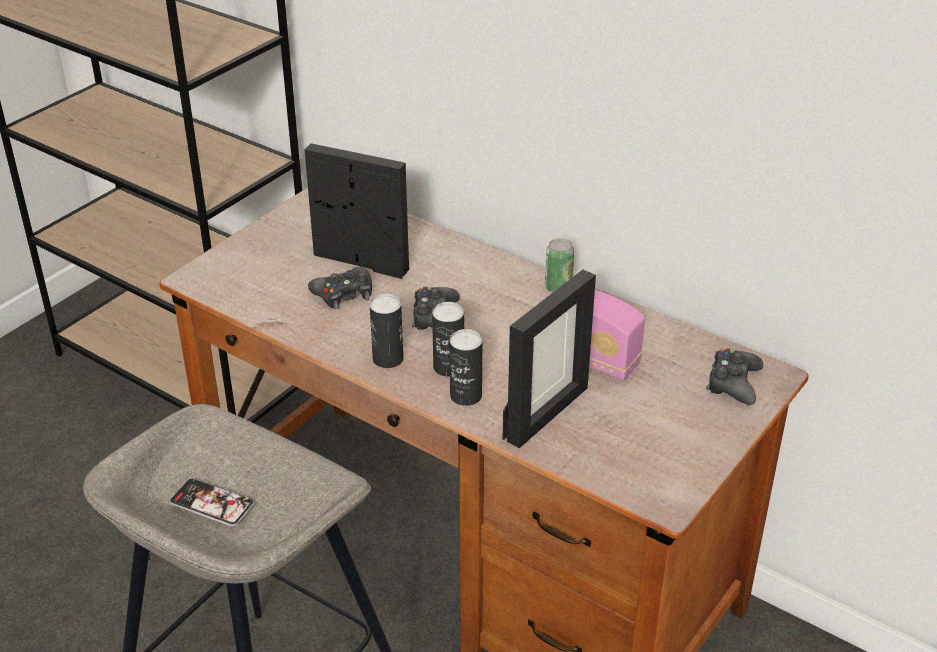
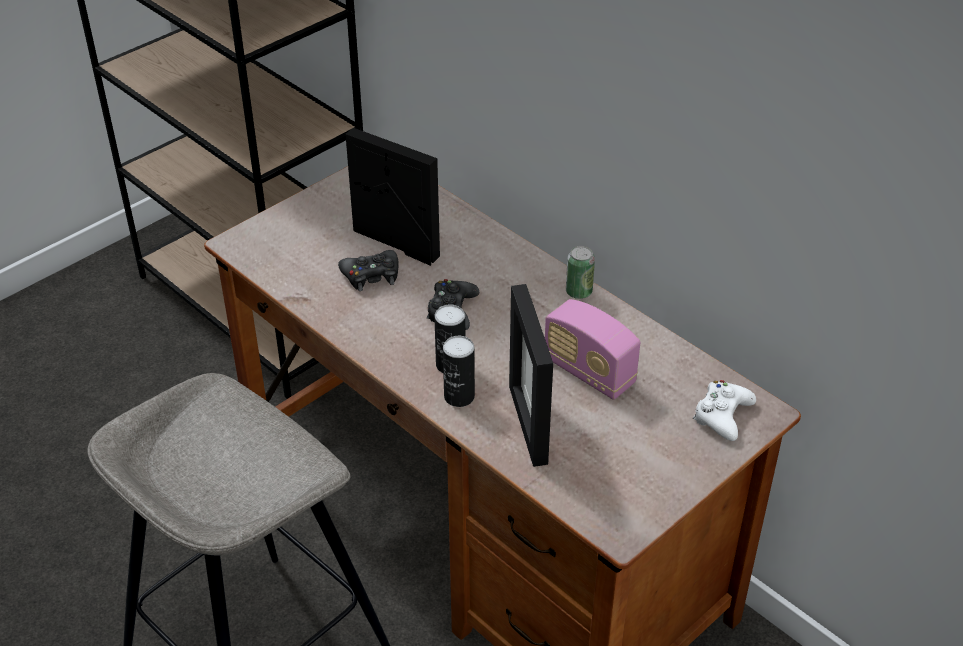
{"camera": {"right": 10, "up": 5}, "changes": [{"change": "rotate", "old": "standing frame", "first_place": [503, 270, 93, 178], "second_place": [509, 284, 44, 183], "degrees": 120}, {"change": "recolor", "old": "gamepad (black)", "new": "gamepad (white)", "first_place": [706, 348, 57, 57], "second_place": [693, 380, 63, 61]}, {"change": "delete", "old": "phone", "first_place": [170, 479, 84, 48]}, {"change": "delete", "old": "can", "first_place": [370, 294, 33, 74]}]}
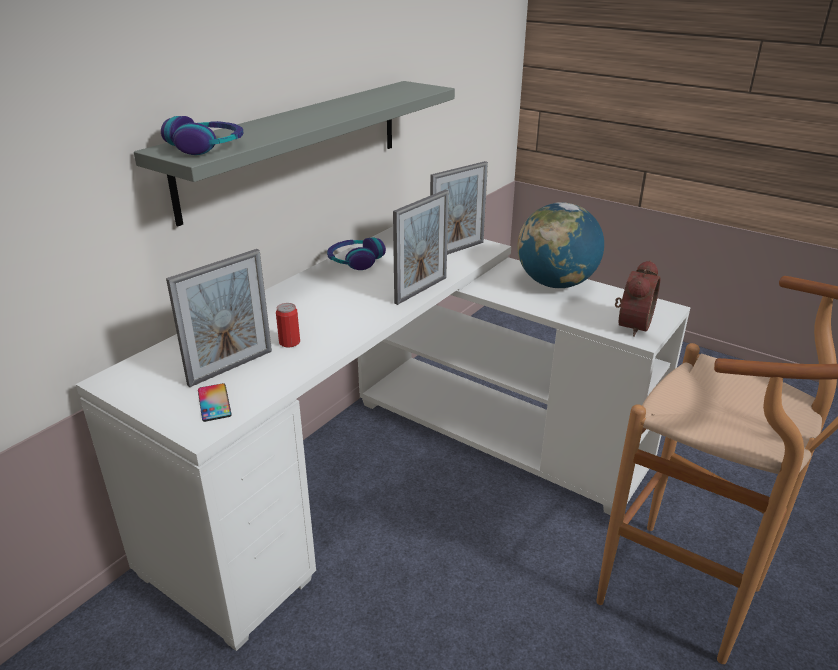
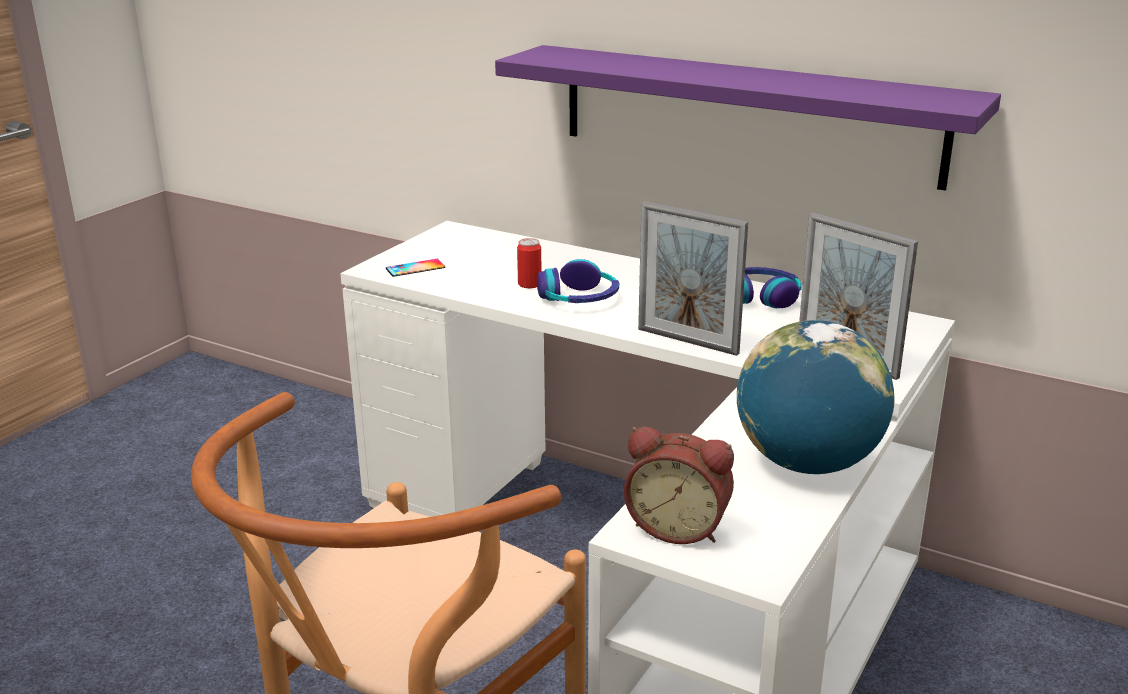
{"camera": {"right": 85, "up": -5}, "changes": [{"change": "recolor", "old": "bracket shelf (gray)", "new": "bracket shelf (purplish)", "first_place": [134, 81, 321, 145], "second_place": [495, 45, 506, 146]}, {"change": "move", "old": "headphones", "first_place": [161, 116, 83, 39], "second_place": [537, 259, 82, 44]}, {"change": "delete", "old": "standing frame", "first_place": [166, 249, 106, 138]}]}
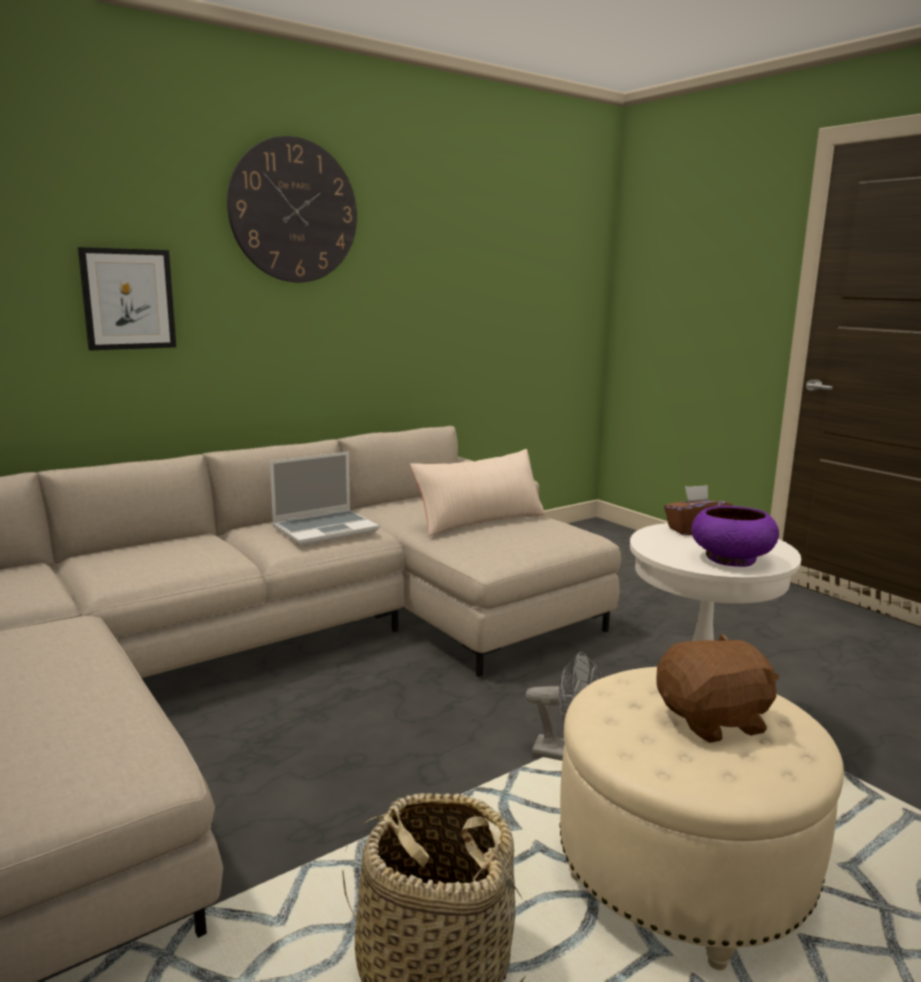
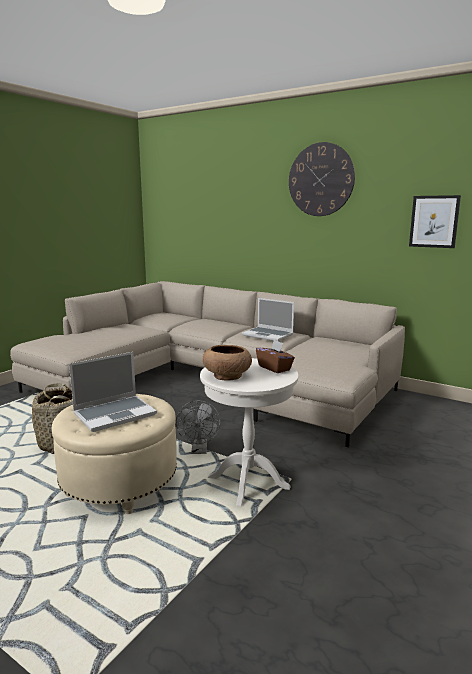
{"camera": {"right": 70, "up": 0}, "changes": [{"change": "replace", "old": "soft toy (brownish)", "new": "laptop", "first_place": [656, 634, 123, 109], "second_place": [69, 352, 88, 80]}, {"change": "recolor", "old": "serving bowl (purplish)", "new": "serving bowl (brownish)", "first_place": [691, 506, 88, 61], "second_place": [203, 345, 49, 36]}, {"change": "move", "old": "wall art", "first_place": [78, 247, 98, 103], "second_place": [409, 195, 52, 53]}, {"change": "delete", "old": "throw pillow (sand-coloured)", "first_place": [410, 449, 135, 87]}]}
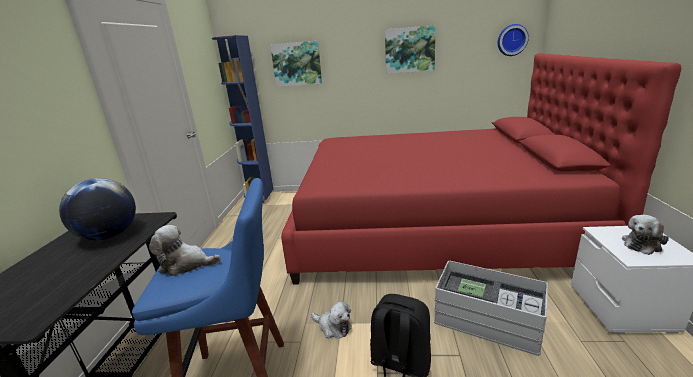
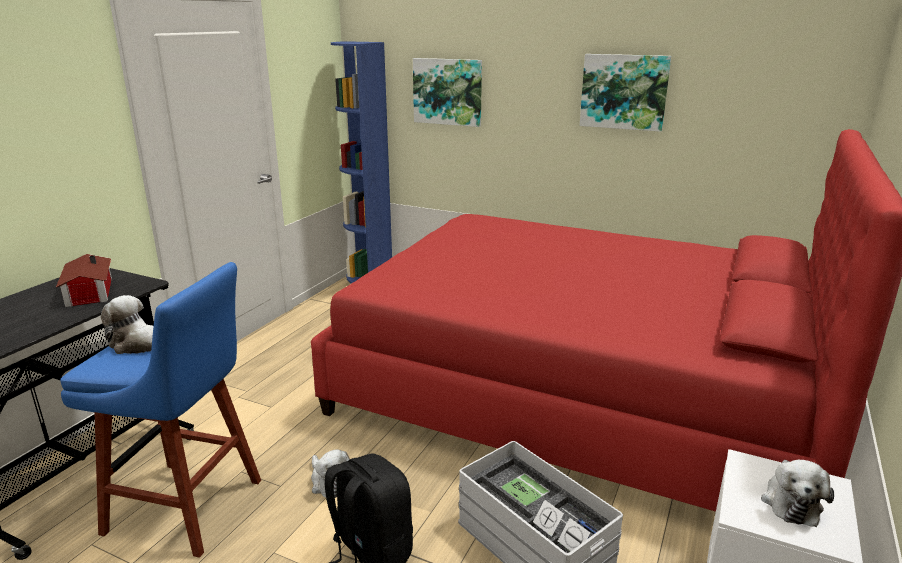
{"camera": {"right": 20, "up": 0}, "changes": [{"change": "replace", "old": "world globe", "new": "model house", "first_place": [59, 178, 77, 62], "second_place": [56, 254, 56, 53]}, {"change": "rotate", "old": "soft toy", "first_place": [622, 215, 47, 40], "second_place": [761, 460, 73, 67], "degrees": -60}, {"change": "delete", "old": "hanging clock", "first_place": [498, 24, 31, 32]}]}
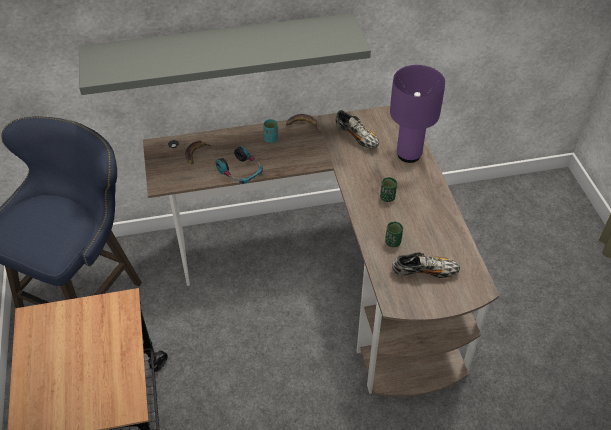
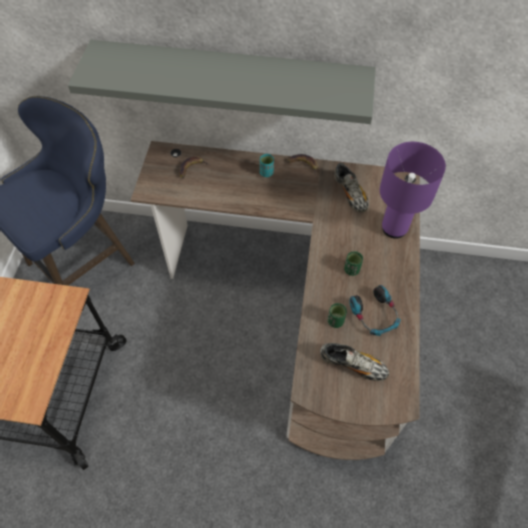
{"camera": {"right": 20, "up": 10}, "changes": [{"change": "move", "old": "headphones", "first_place": [216, 146, 47, 38], "second_place": [350, 285, 51, 51]}]}
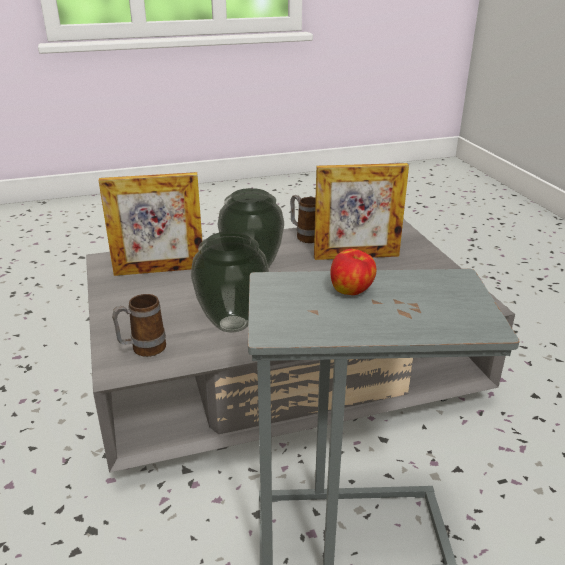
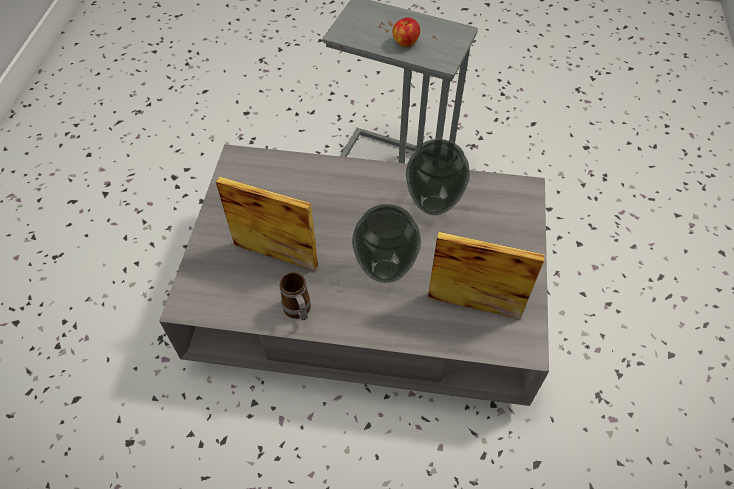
{"camera": {"right": -155, "up": 25}, "changes": [{"change": "delete", "old": "mug", "first_place": [112, 294, 54, 63]}]}
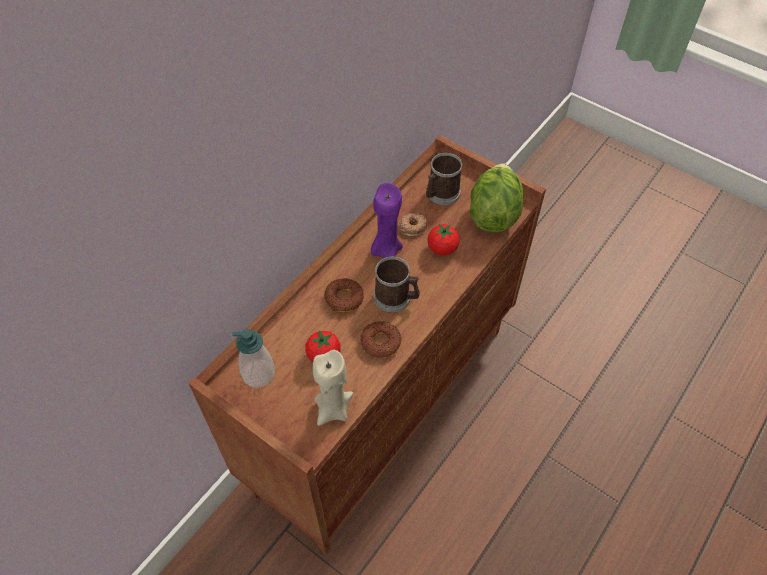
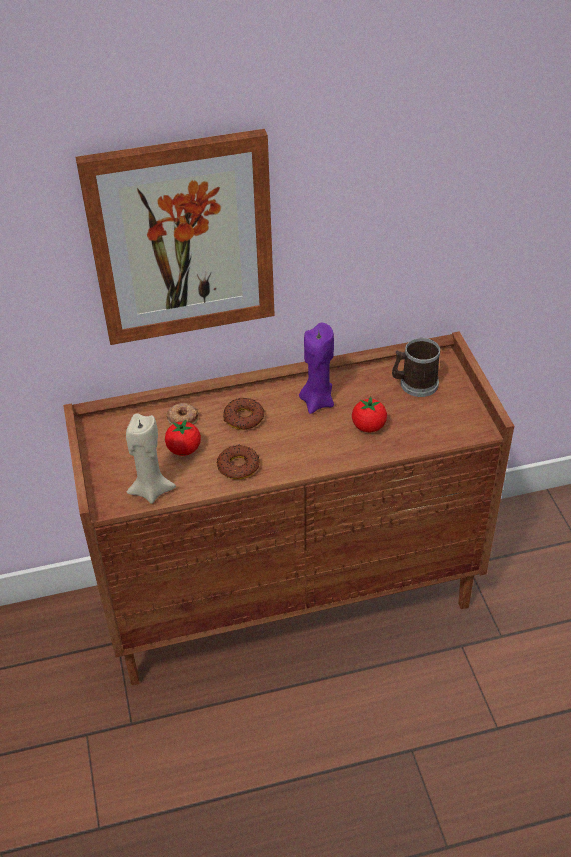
{"camera": {"right": 40, "up": -10}, "changes": [{"change": "insert", "new": "wall art", "second_place": [75, 129, 200, 216]}, {"change": "move", "old": "ring doughnut", "first_place": [399, 213, 28, 23], "second_place": [166, 403, 33, 22]}, {"change": "delete", "old": "soap dispenser", "first_place": [232, 329, 43, 59]}, {"change": "delete", "old": "mug", "first_place": [374, 257, 46, 56]}, {"change": "delete", "old": "lettuce", "first_place": [470, 163, 54, 70]}]}
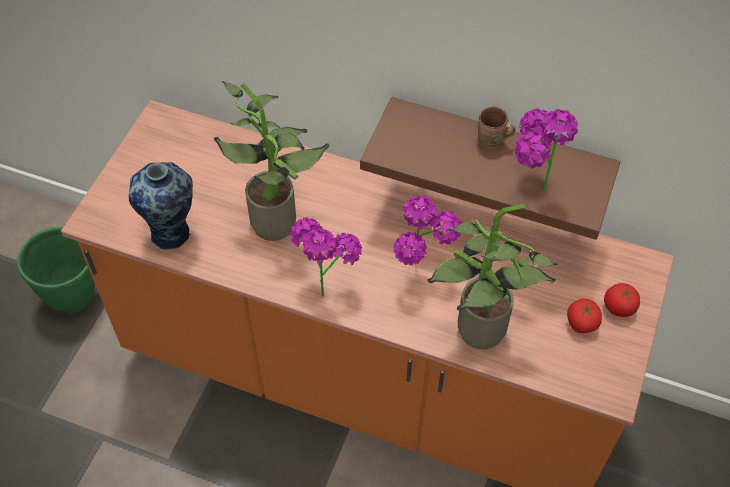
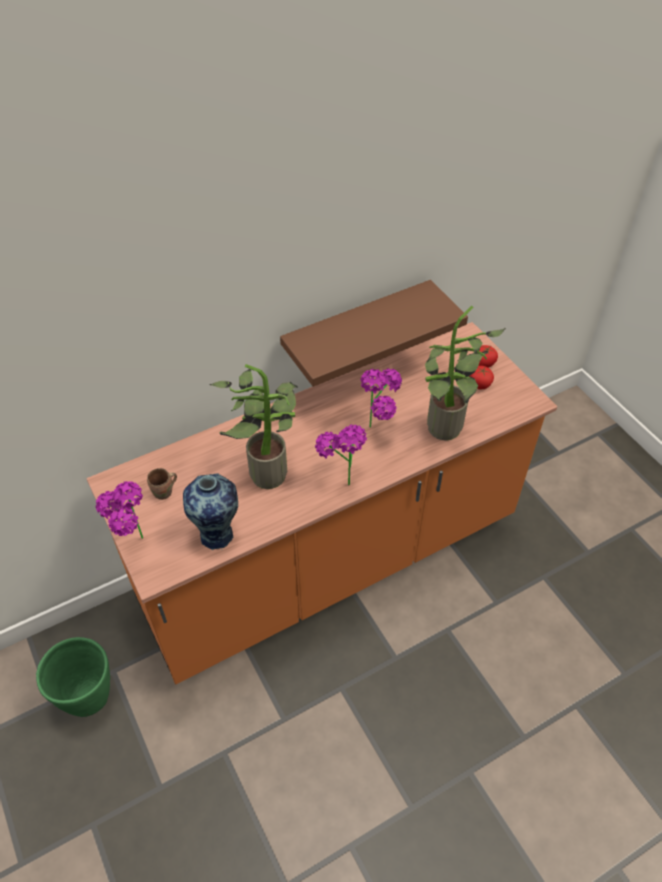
{"camera": {"right": -50, "up": -5}, "changes": [{"change": "move", "old": "plant in a pot", "first_place": [514, 108, 64, 82], "second_place": [96, 481, 47, 58]}, {"change": "move", "old": "mug (brownish)", "first_place": [478, 107, 37, 42], "second_place": [147, 468, 30, 32]}]}
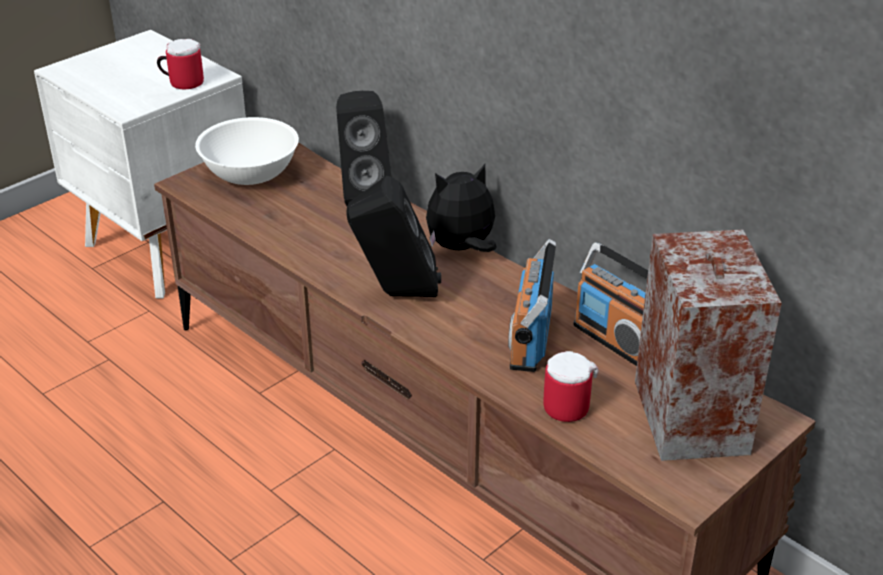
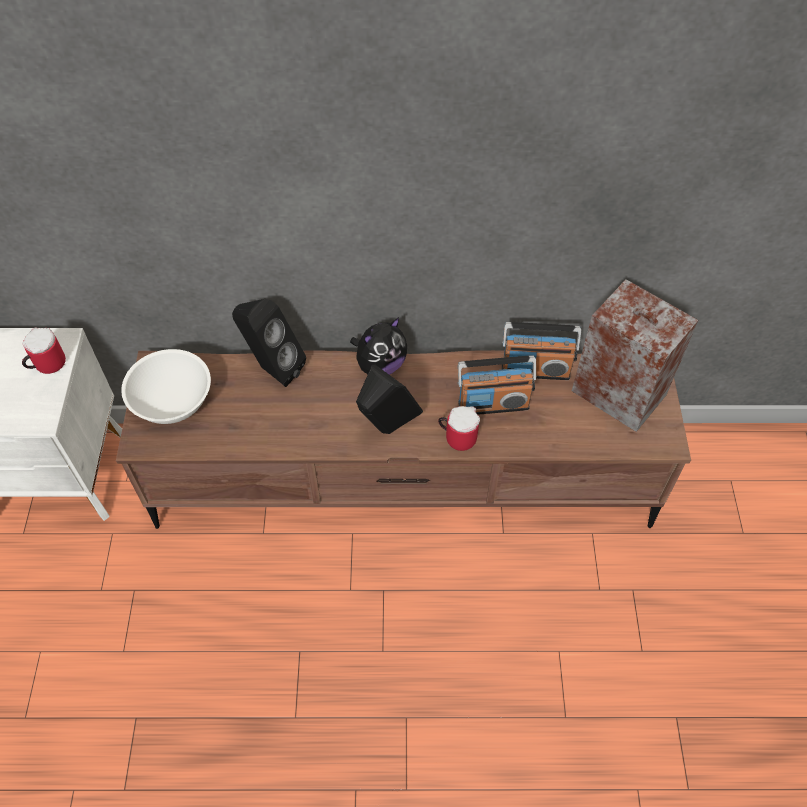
{"camera": {"right": -45, "up": 20}, "changes": [{"change": "rotate", "old": "soft toy", "first_place": [426, 164, 71, 88], "second_place": [350, 317, 57, 58], "degrees": -150}, {"change": "move", "old": "mug", "first_place": [544, 351, 55, 71], "second_place": [438, 406, 42, 45]}, {"change": "rotate", "old": "radio receiver", "first_place": [508, 239, 48, 133], "second_place": [458, 355, 78, 60], "degrees": -60}]}
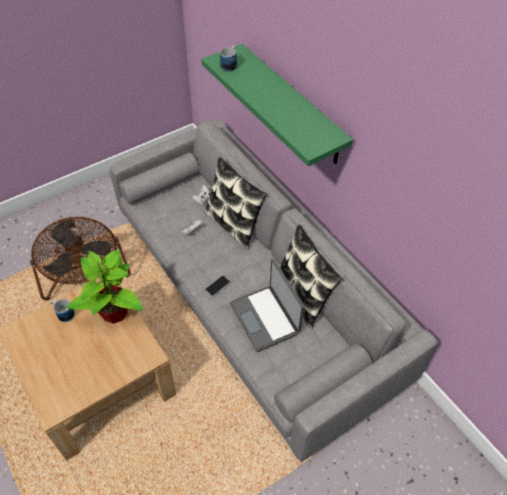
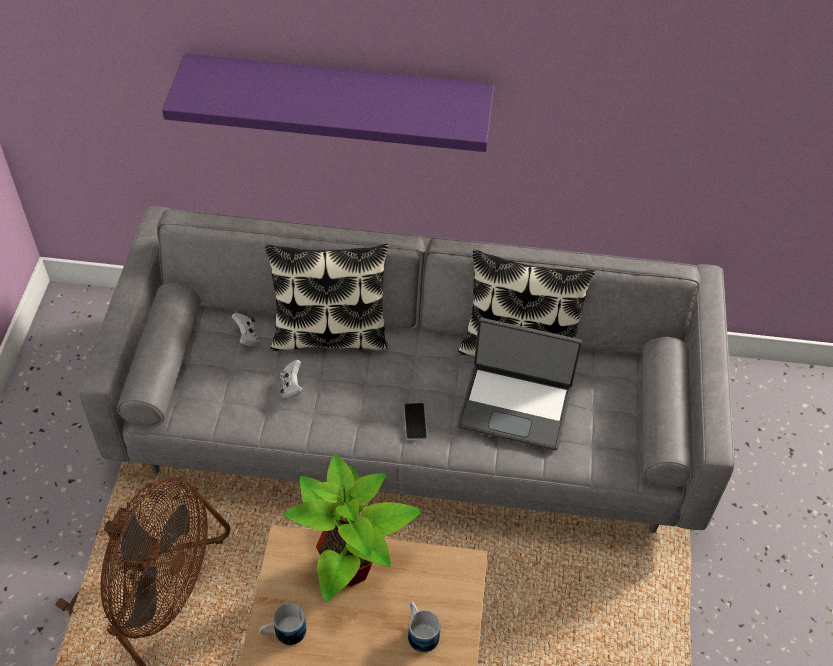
{"camera": {"right": -50, "up": 0}, "changes": [{"change": "recolor", "old": "bracket shelf (green-coloured)", "new": "bracket shelf (purplish)", "first_place": [201, 44, 152, 122], "second_place": [162, 53, 332, 99]}, {"change": "move", "old": "mug", "first_place": [220, 46, 17, 25], "second_place": [408, 601, 32, 51]}]}
